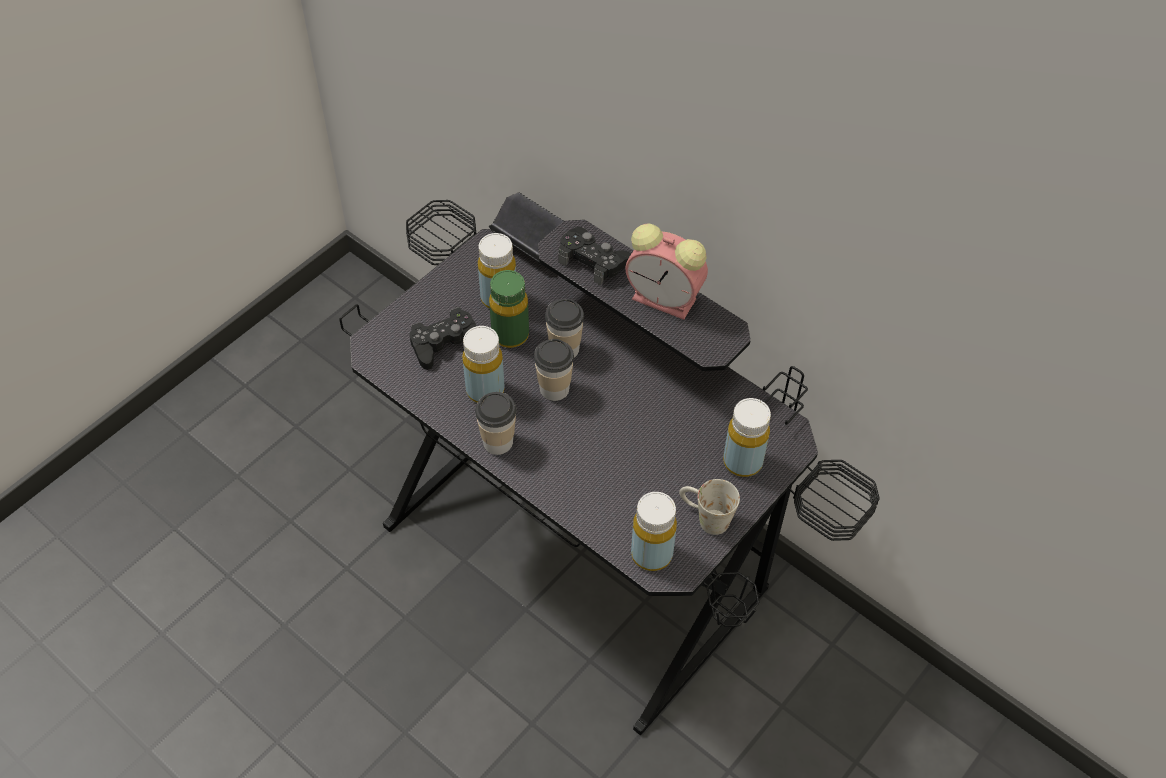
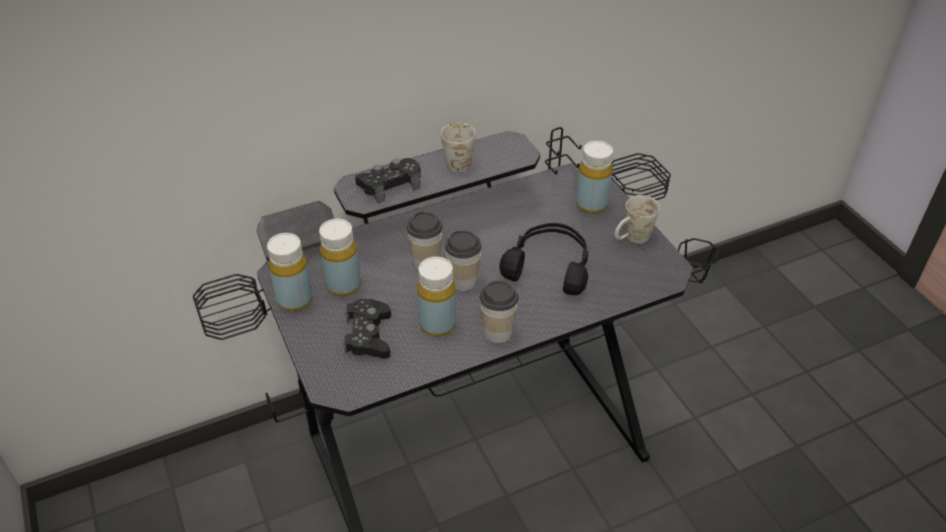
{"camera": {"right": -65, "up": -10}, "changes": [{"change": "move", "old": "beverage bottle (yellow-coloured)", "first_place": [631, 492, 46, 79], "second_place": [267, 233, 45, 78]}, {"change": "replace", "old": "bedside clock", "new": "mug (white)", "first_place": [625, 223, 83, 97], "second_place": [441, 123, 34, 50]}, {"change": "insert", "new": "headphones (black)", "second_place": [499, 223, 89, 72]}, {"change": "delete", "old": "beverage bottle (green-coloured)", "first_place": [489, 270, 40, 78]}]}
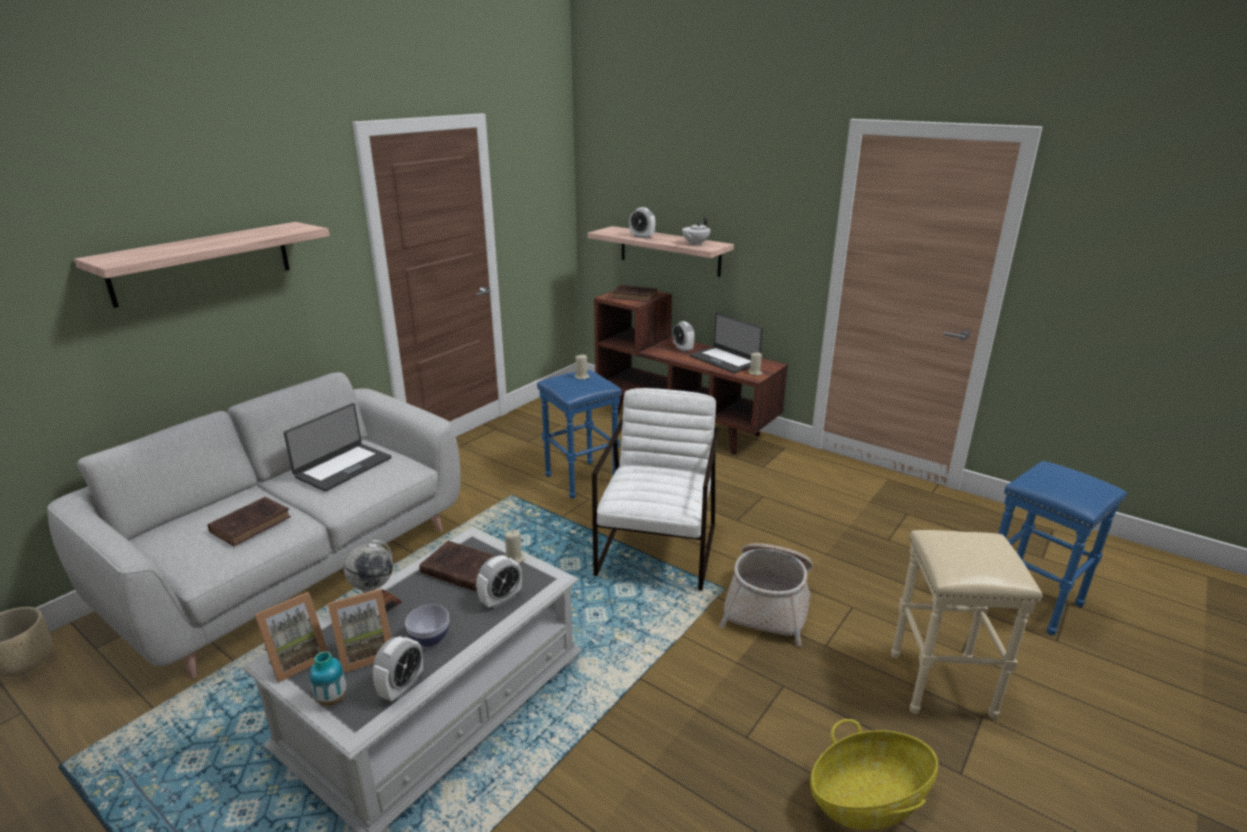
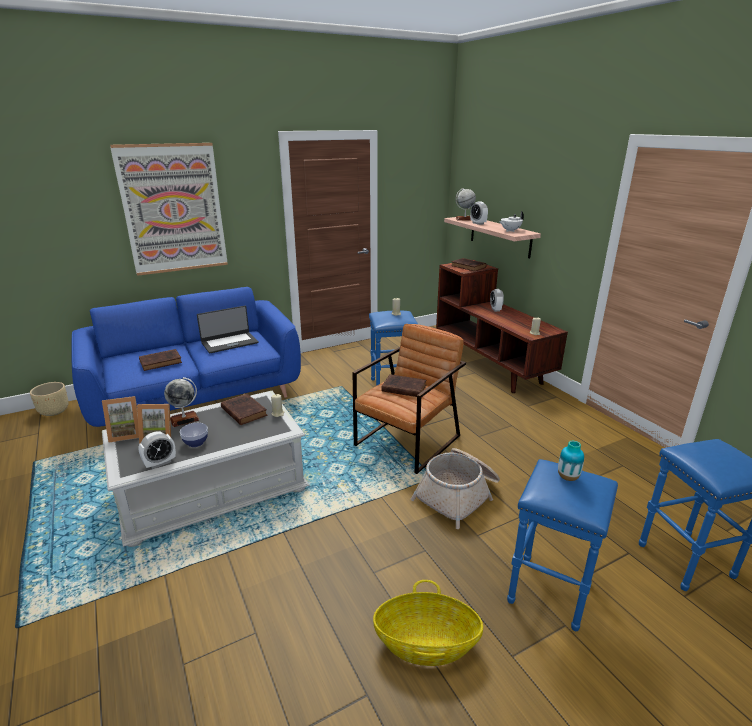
{"camera": {"right": 25, "up": 0}, "changes": [{"change": "recolor", "old": "couch (gray)", "new": "couch (blue-coloured)", "first_place": [47, 372, 414, 307], "second_place": [71, 287, 230, 140]}, {"change": "replace", "old": "bracket shelf", "new": "wall art", "first_place": [74, 222, 256, 86], "second_place": [110, 143, 118, 133]}, {"change": "recolor", "old": "lounge chair (white)", "new": "lounge chair (brownish)", "first_place": [592, 388, 127, 203], "second_place": [352, 324, 114, 150]}, {"change": "insert", "new": "volume (brownish)", "second_place": [381, 374, 45, 23]}, {"change": "insert", "new": "world globe", "second_place": [455, 188, 21, 33]}, {"change": "recolor", "old": "stool (sand-coloured)", "new": "stool (blue-coloured)", "first_place": [891, 530, 151, 189], "second_place": [507, 459, 111, 172]}, {"change": "move", "old": "vase", "first_place": [310, 651, 36, 55], "second_place": [558, 441, 26, 40]}, {"change": "delete", "old": "bedside clock", "first_place": [476, 555, 46, 54]}, {"change": "delete", "old": "laptop", "first_place": [690, 313, 73, 60]}]}
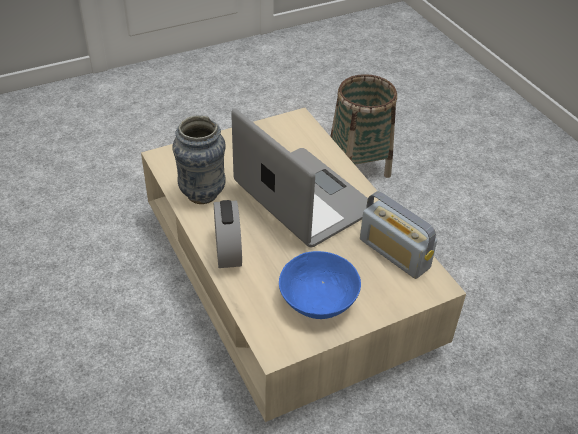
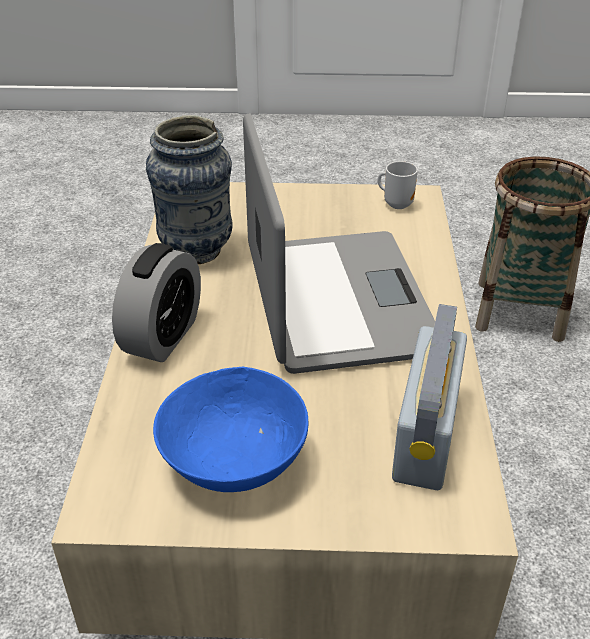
{"camera": {"right": 30, "up": -5}, "changes": [{"change": "insert", "new": "mug", "second_place": [377, 161, 41, 48]}, {"change": "rotate", "old": "radio receiver", "first_place": [360, 191, 77, 88], "second_place": [392, 304, 75, 186], "degrees": -150}]}
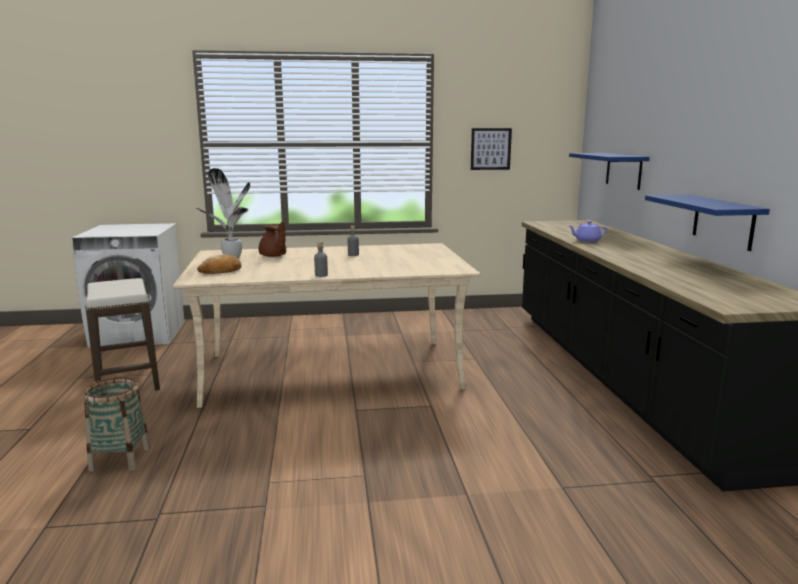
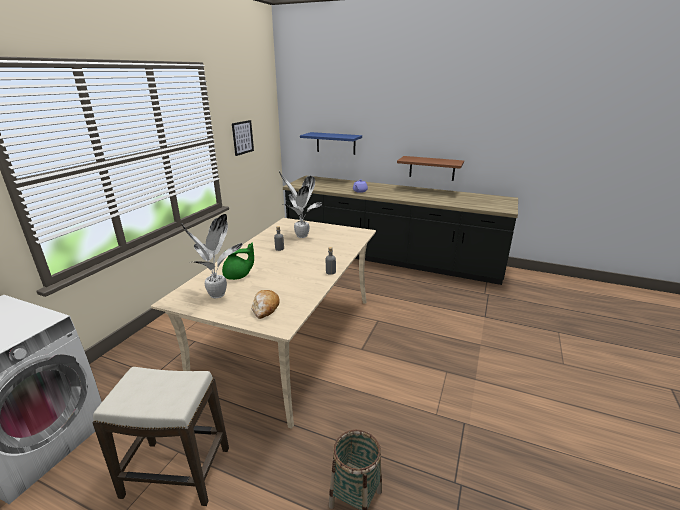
{"camera": {"right": -60, "up": 10}, "changes": [{"change": "recolor", "old": "tea pot (brownish)", "new": "tea pot (green-coloured)", "first_place": [259, 221, 27, 36], "second_place": [222, 243, 32, 37]}, {"change": "insert", "new": "plant in a pot", "second_place": [279, 171, 43, 67]}, {"change": "recolor", "old": "bracket shelf (blue-coloured)", "new": "bracket shelf (brownish)", "first_place": [645, 195, 125, 56], "second_place": [397, 156, 67, 25]}]}
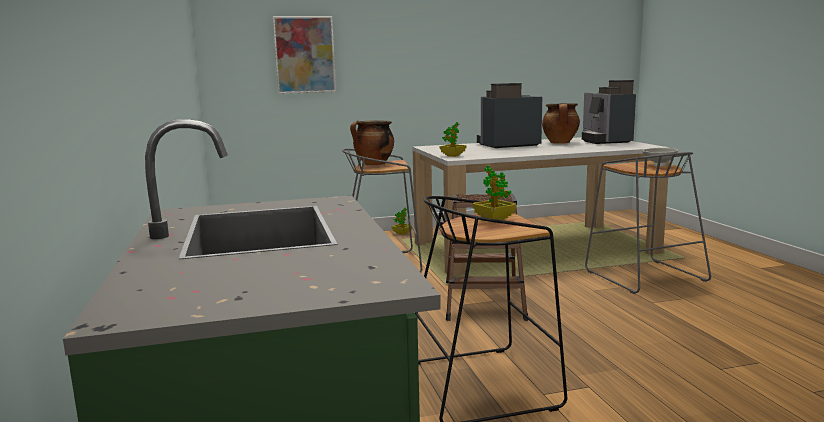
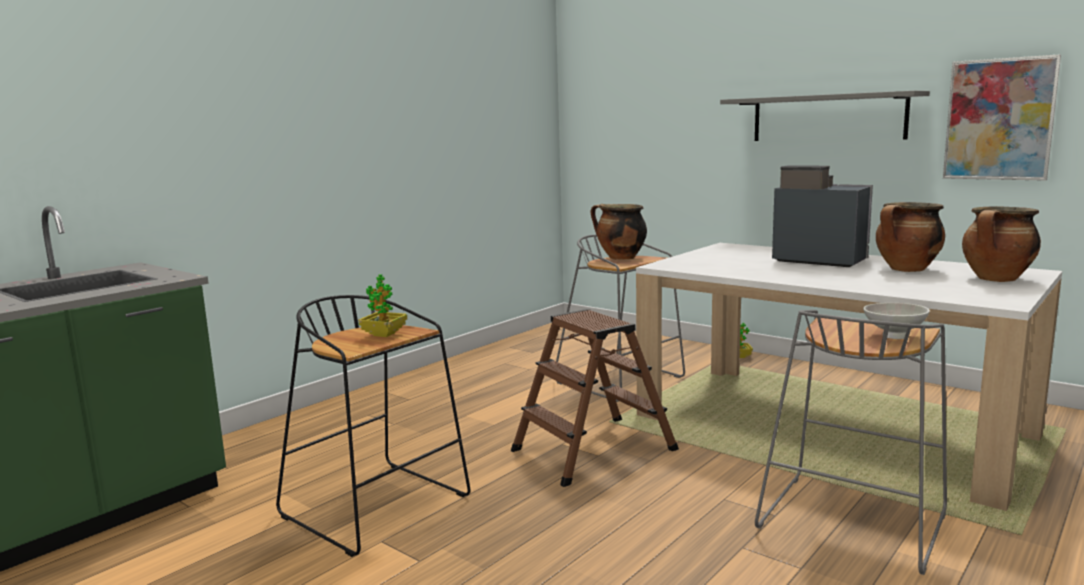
{"camera": {"right": 55, "up": 0}, "changes": [{"change": "insert", "new": "bracket shelf (gray)", "second_place": [720, 90, 210, 51]}, {"change": "move", "old": "wall art", "first_place": [273, 16, 63, 78], "second_place": [943, 54, 118, 127]}, {"change": "replace", "old": "coffee machine", "new": "stockpot", "first_place": [582, 80, 54, 64], "second_place": [962, 206, 79, 76]}, {"change": "delete", "old": "plant in a pot", "first_place": [440, 122, 26, 35]}]}
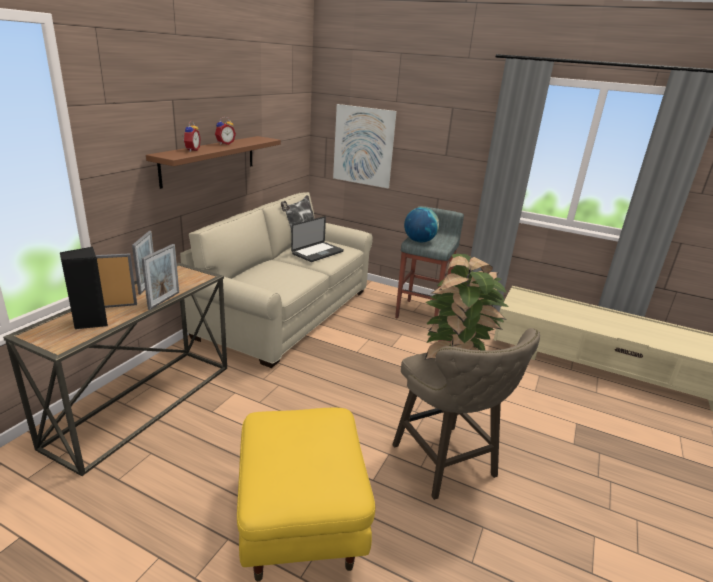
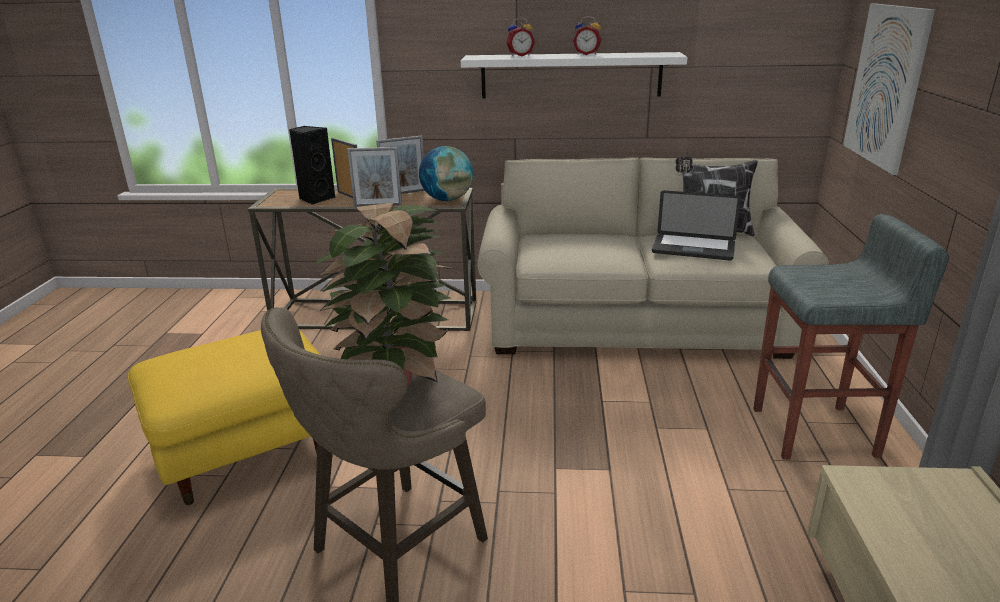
{"camera": {"right": 70, "up": 0}, "changes": [{"change": "move", "old": "world globe", "first_place": [404, 207, 35, 35], "second_place": [419, 146, 54, 55]}, {"change": "recolor", "old": "bracket shelf (brownish)", "new": "bracket shelf (white)", "first_place": [146, 136, 135, 53], "second_place": [461, 52, 227, 46]}]}
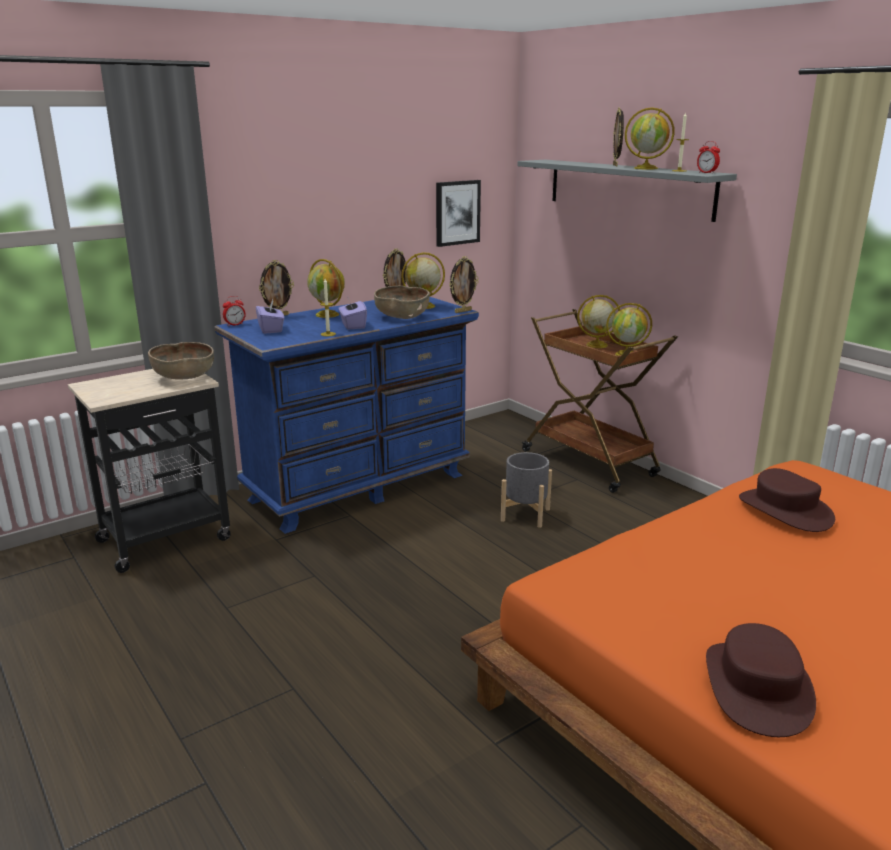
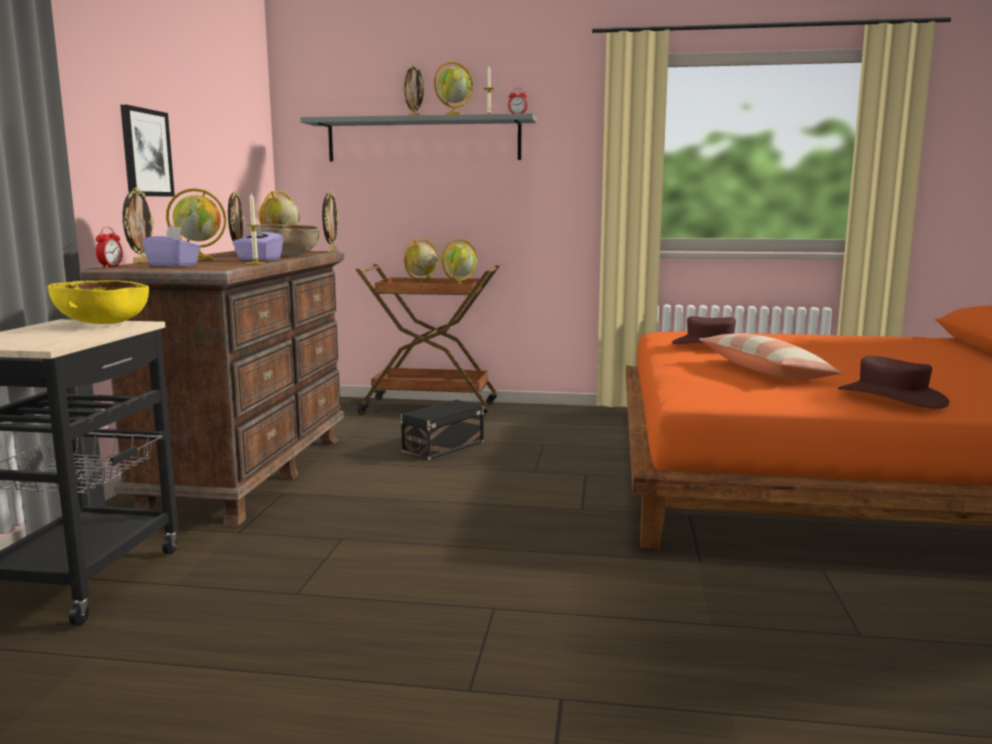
{"camera": {"right": -45, "up": -10}, "changes": [{"change": "recolor", "old": "serving bowl (brownish)", "new": "serving bowl (yellow-coloured)", "first_place": [148, 342, 66, 38], "second_place": [48, 281, 101, 43]}, {"change": "recolor", "old": "dresser (blue-coloured)", "new": "dresser (brownish)", "first_place": [214, 297, 265, 237], "second_place": [79, 251, 266, 275]}, {"change": "move", "old": "wall art", "first_place": [436, 180, 45, 67], "second_place": [120, 105, 55, 92]}, {"change": "replace", "old": "planter (gray)", "new": "storage bin (black)", "first_place": [501, 452, 51, 76], "second_place": [401, 400, 83, 60]}, {"change": "insert", "new": "throw pillow", "second_place": [699, 333, 143, 46]}]}
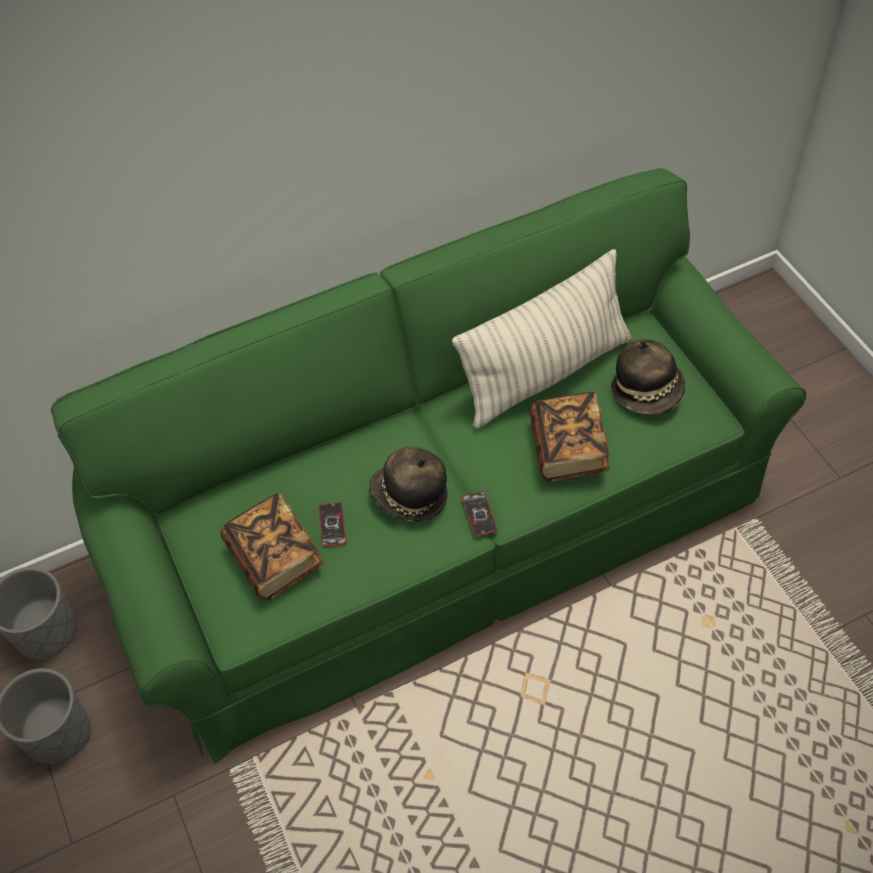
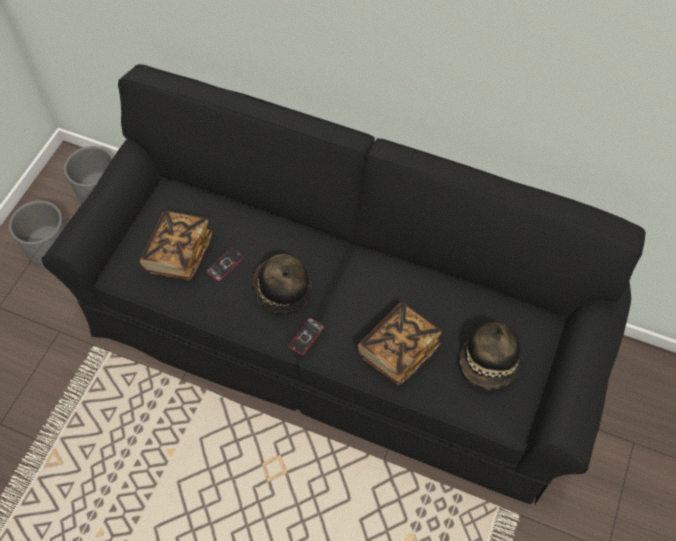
{"camera": {"right": 45, "up": 5}, "changes": [{"change": "recolor", "old": "couch (green-coloured)", "new": "couch (black)", "first_place": [51, 168, 755, 596], "second_place": [42, 64, 604, 440]}, {"change": "delete", "old": "throw pillow", "first_place": [452, 249, 180, 179]}]}
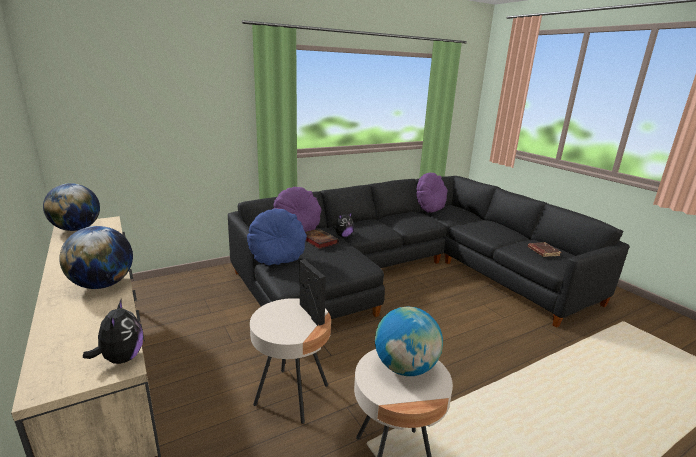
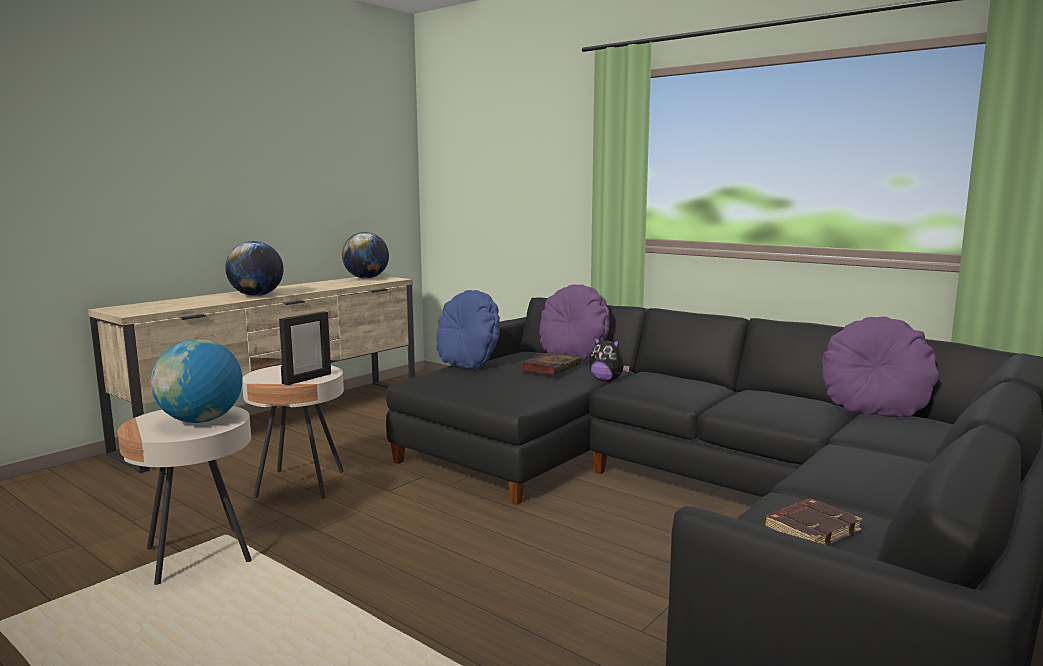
{"camera": {"right": 70, "up": -10}, "changes": [{"change": "delete", "old": "soft toy", "first_place": [83, 298, 60, 66]}]}
